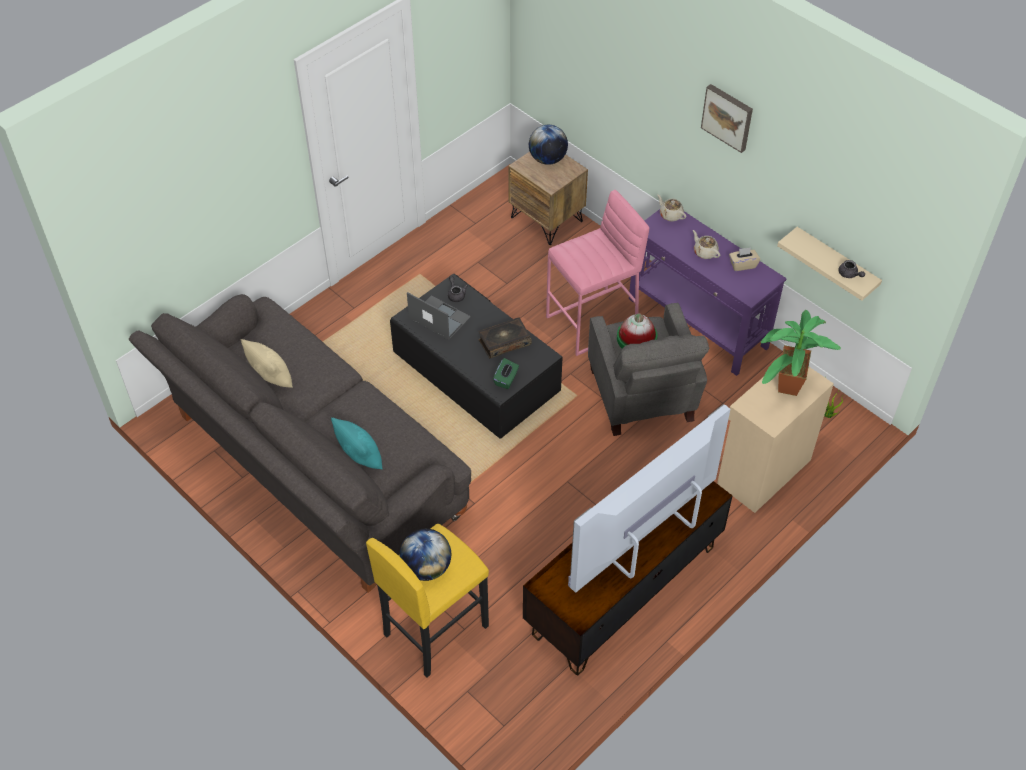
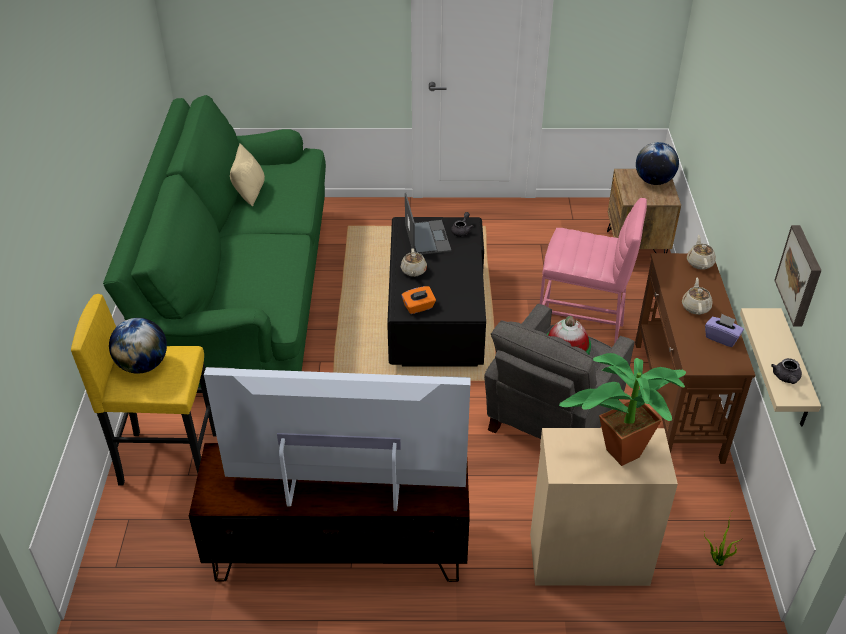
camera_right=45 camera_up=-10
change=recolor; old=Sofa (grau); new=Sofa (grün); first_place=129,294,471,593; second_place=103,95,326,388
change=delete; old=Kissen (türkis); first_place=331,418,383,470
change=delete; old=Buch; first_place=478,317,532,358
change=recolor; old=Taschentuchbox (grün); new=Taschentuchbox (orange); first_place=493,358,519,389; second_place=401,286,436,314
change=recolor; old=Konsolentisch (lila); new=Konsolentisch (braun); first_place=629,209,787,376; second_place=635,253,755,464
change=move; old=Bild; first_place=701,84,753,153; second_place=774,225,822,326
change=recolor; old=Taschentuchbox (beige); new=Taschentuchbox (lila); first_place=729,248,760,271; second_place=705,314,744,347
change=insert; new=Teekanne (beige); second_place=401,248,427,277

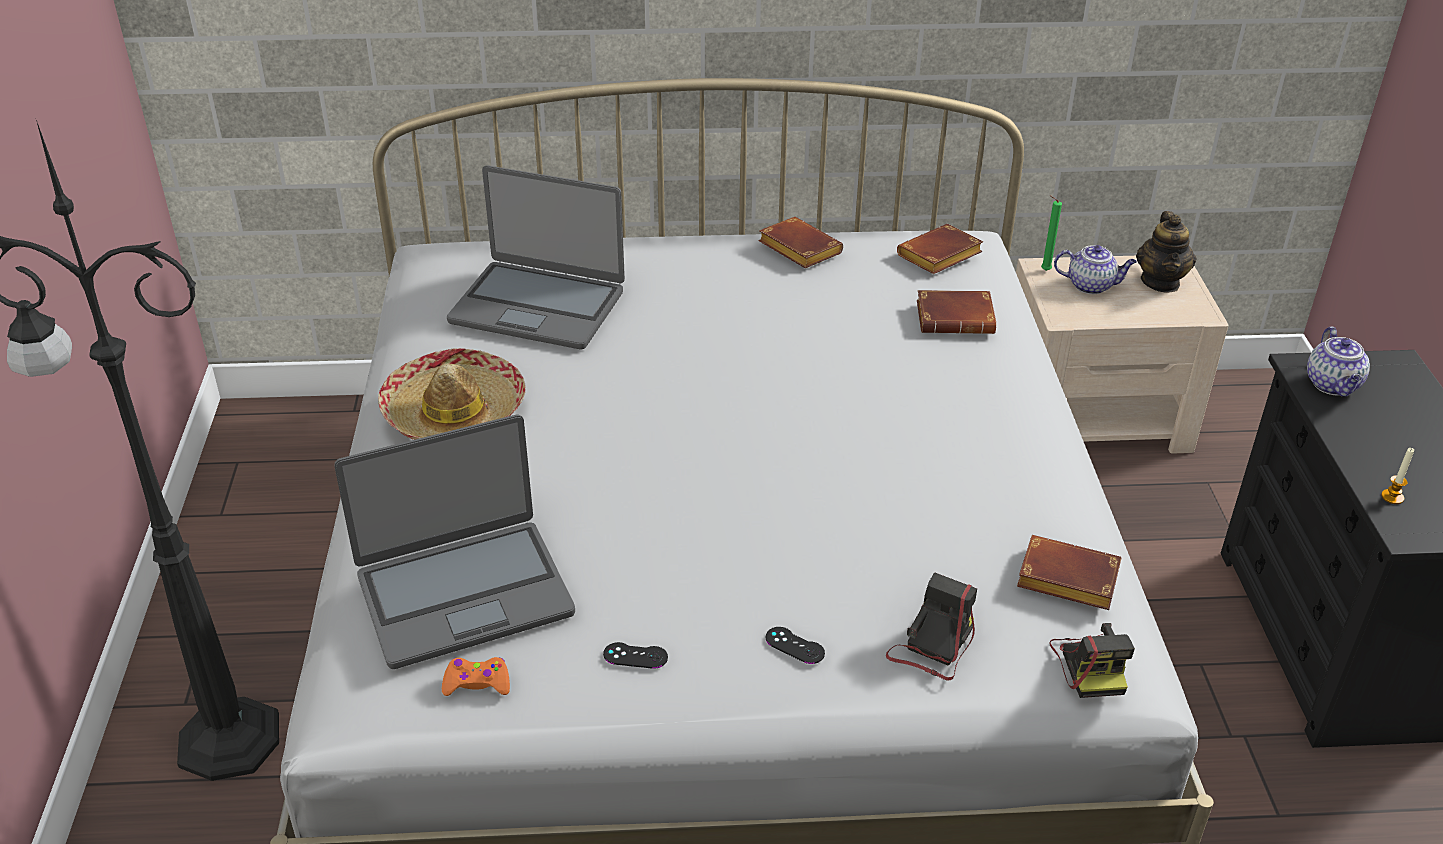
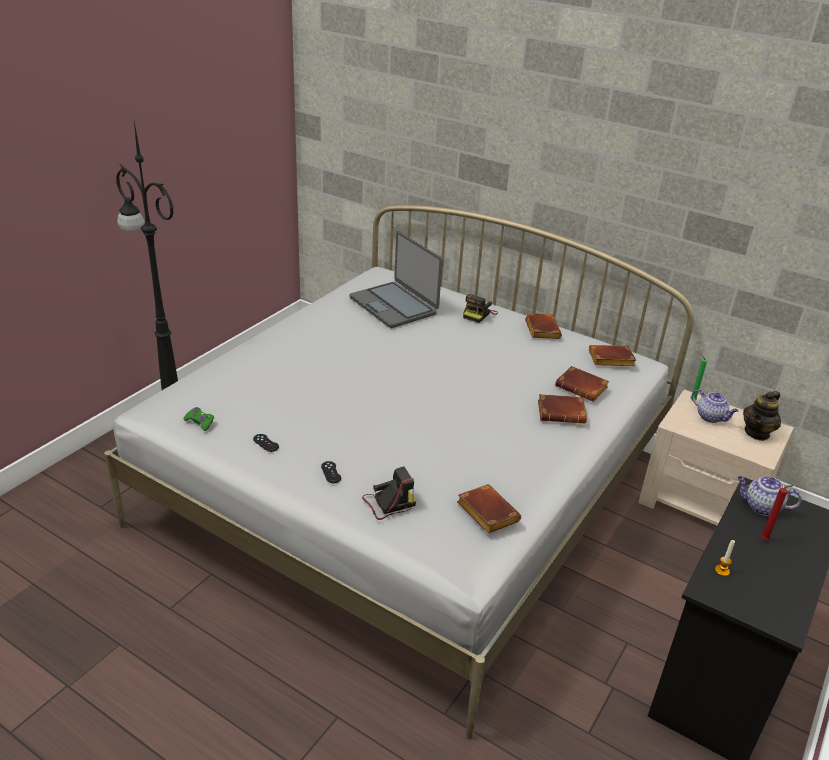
camera_right=35 camera_up=-5
change=delete; old=Laptop; first_place=334,415,575,669
change=delete; old=Hut; first_place=378,348,526,440
change=recolor; old=Gamepad (orange); new=Gamepad (grün); first_place=442,657,510,696; second_place=183,407,214,431
change=move; old=Kamera; first_place=1049,623,1135,698; second_place=463,294,498,323
change=rotate; old=Teekanne; first_place=1307,327,1370,397; second_place=737,476,802,516; degrees=75
change=insert; new=Buch (braun); second_place=538,394,587,423
change=insert; new=Kerze (rot); second_place=761,485,794,540

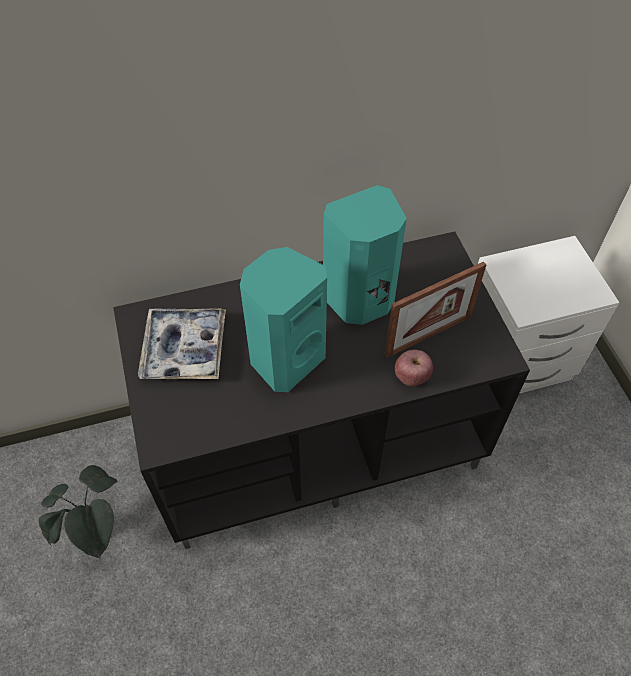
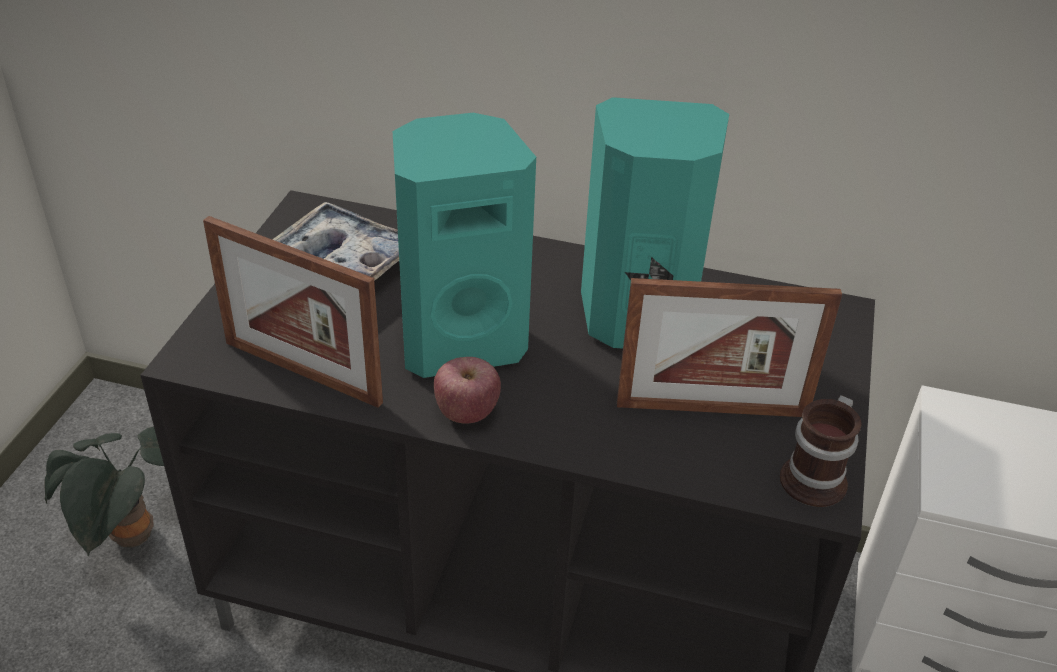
camera_right=30 camera_up=-15
change=move; old=Apfel; first_place=394,349,433,386; second_place=434,357,501,424
change=insert; new=Bilderrahmen; second_place=203,216,383,408
change=insert; new=Henkelbecher; second_place=780,395,861,507

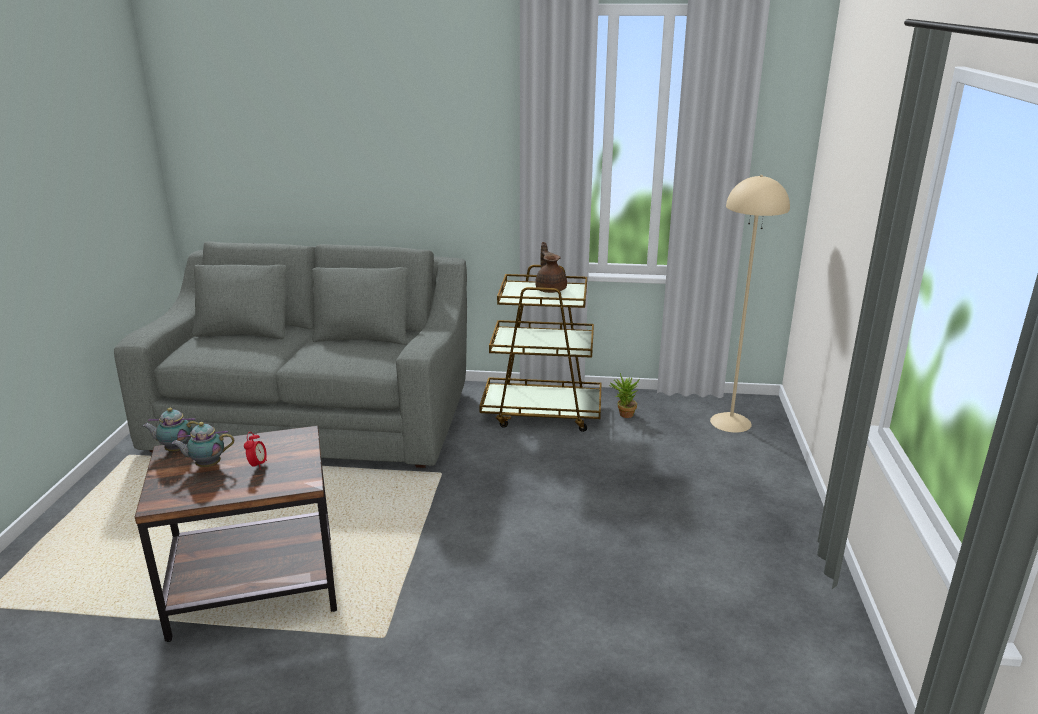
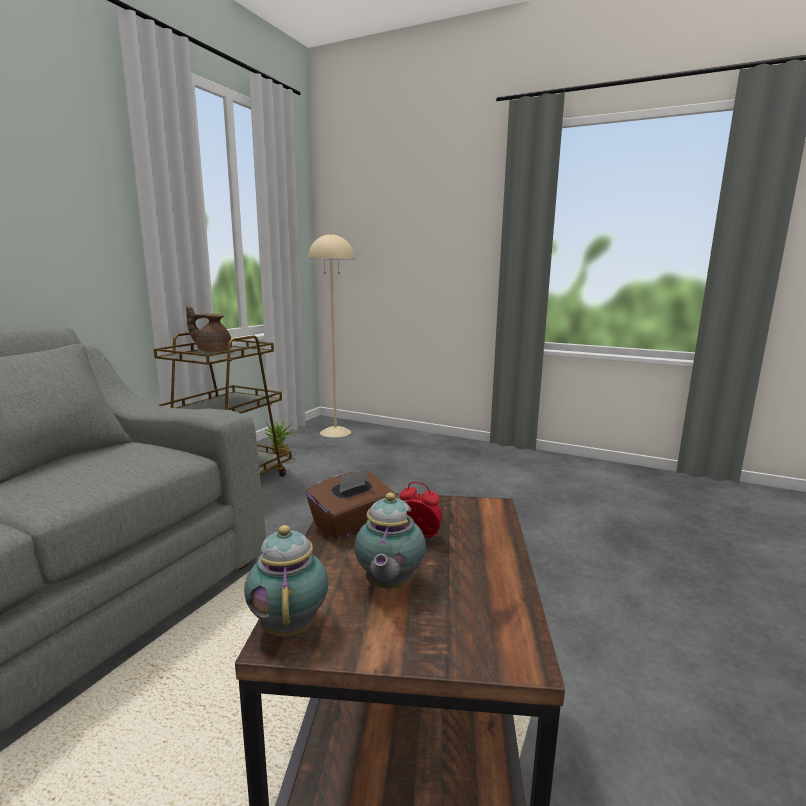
camera_right=-70 camera_up=-10
change=rotate; old=Teekanne; first_place=143,408,198,451; second_place=244,525,328,636; degrees=150
change=insert; new=Taschentuchbox (braun); second_place=306,468,394,540

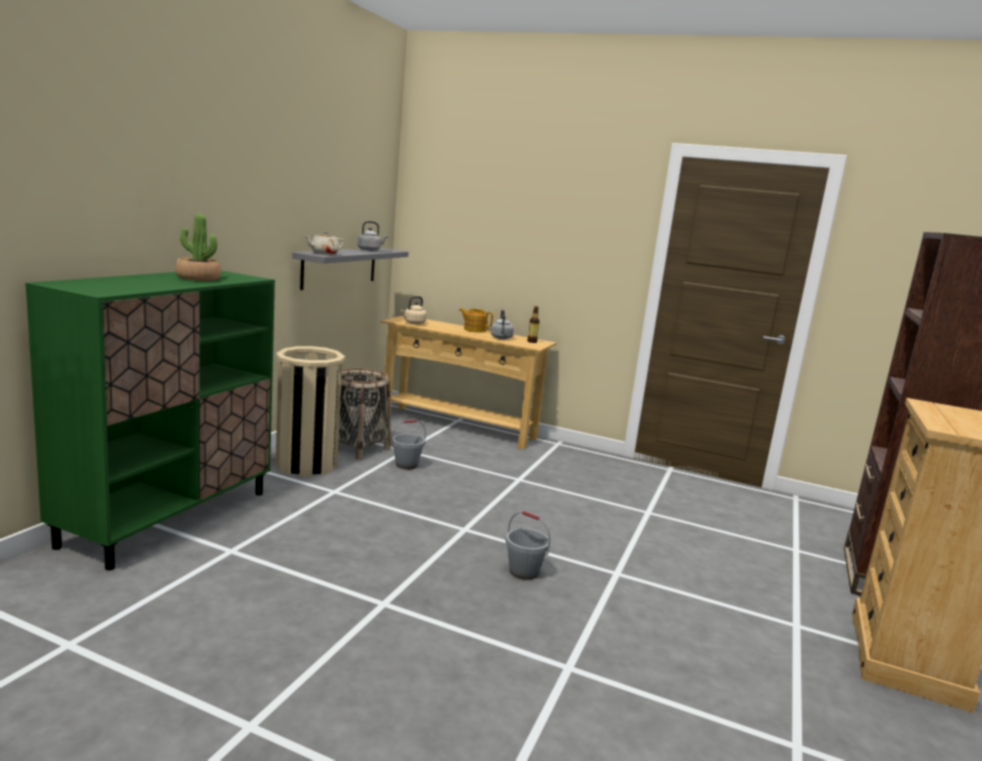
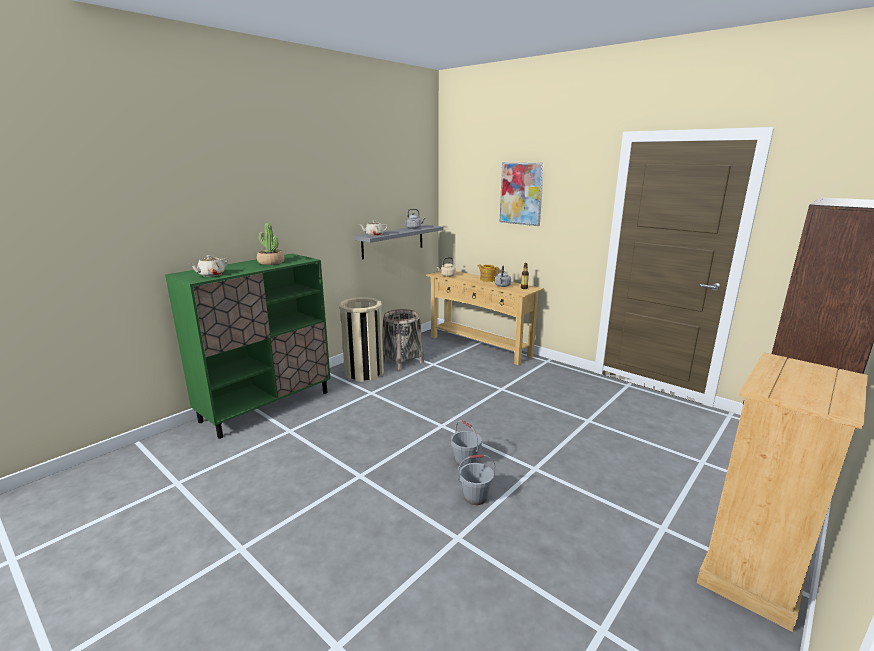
camera_right=20 camera_up=5
change=move; old=Eimer (grau); first_place=391,420,426,469; second_place=458,454,495,505
change=insert; new=Teekanne (beige); second_place=188,255,228,277
change=insert; new=Bild; second_place=500,162,544,226

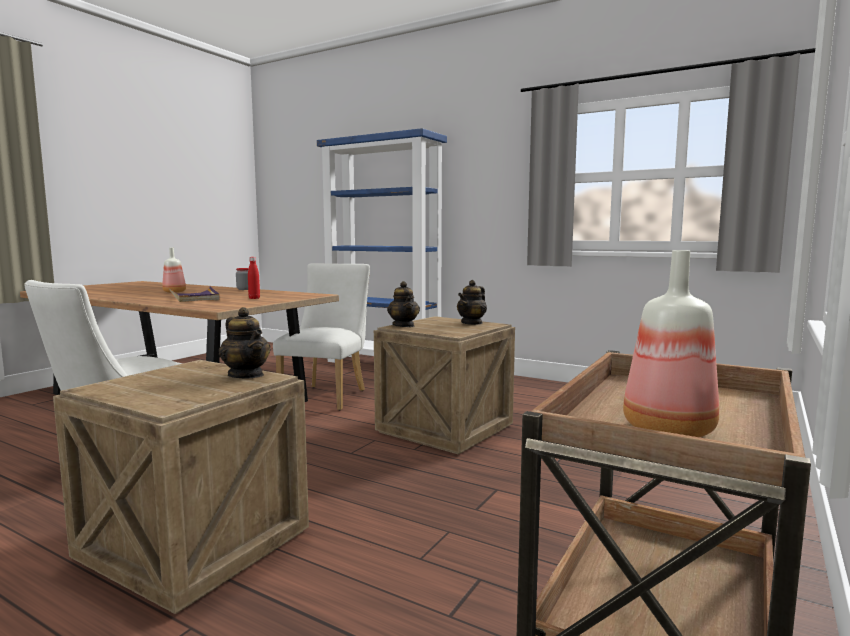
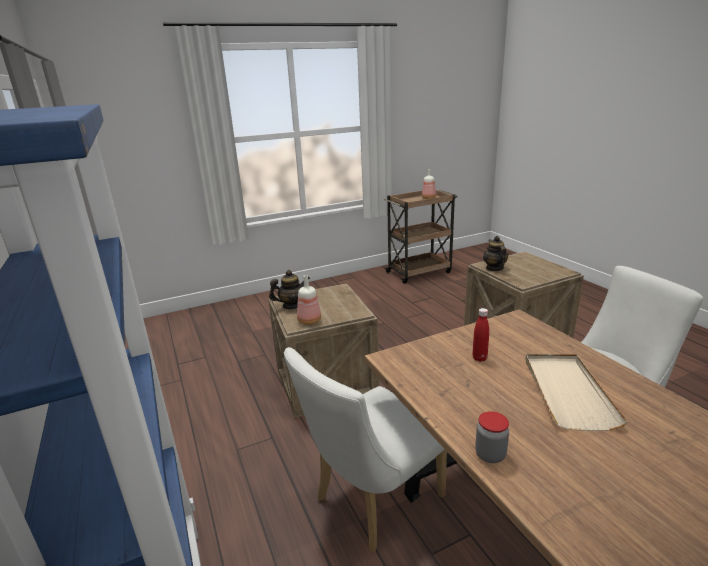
camera_right=-145 camera_up=15
change=move; old=Flasche; first_place=162,248,186,293; second_place=297,275,321,325
change=recolor; old=Tablett (lila); new=Tablett (beige); first_place=169,286,220,302; second_place=526,354,628,431
change=delete; old=Teekanne; first_place=387,281,420,327

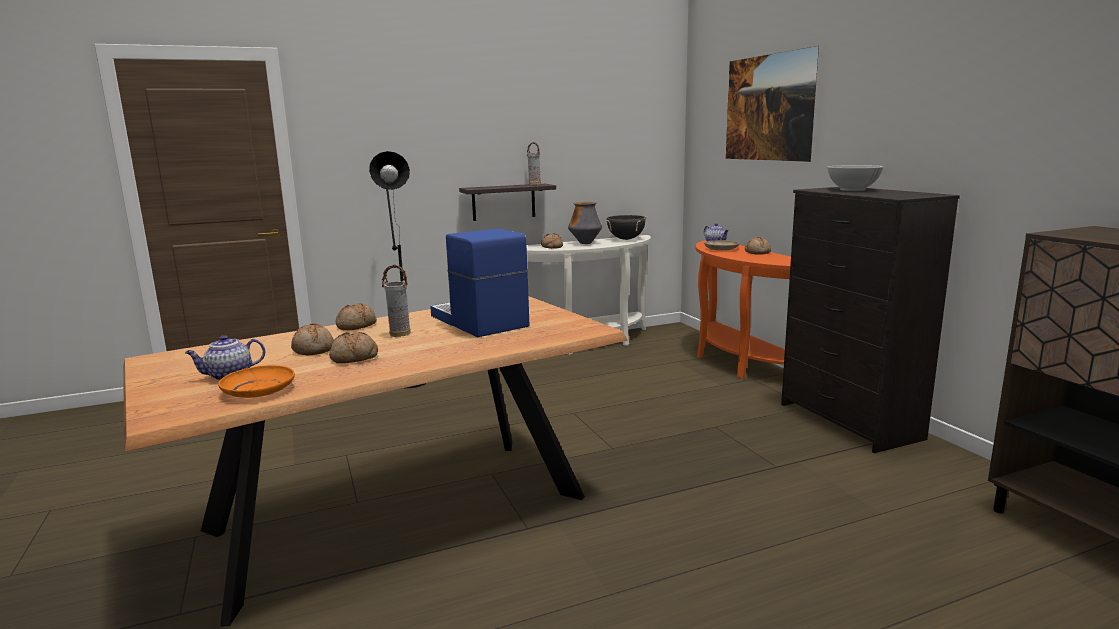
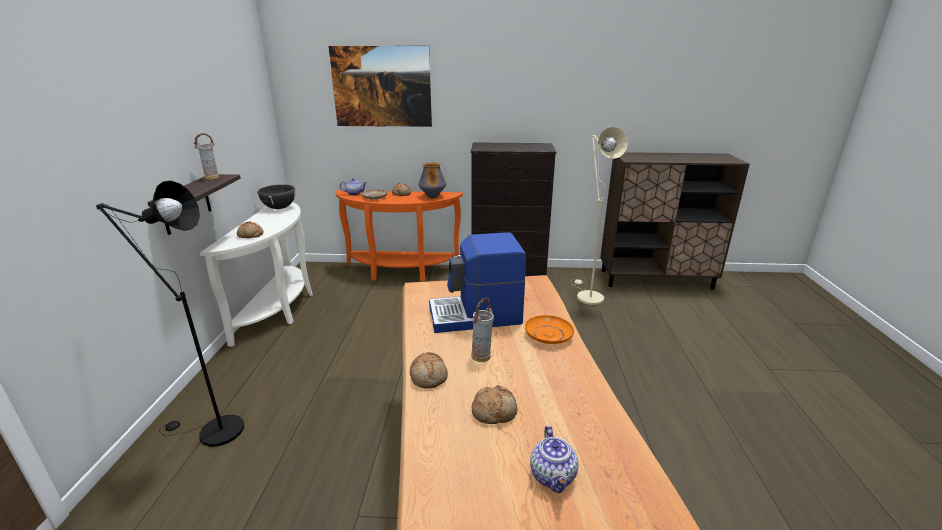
camera_right=-65 camera_up=10
change=move; old=Teller (orange); first_place=218,365,295,398; second_place=525,315,574,344
change=delete; old=Brot; first_place=329,332,378,363
change=move; old=Vase; first_place=568,202,602,244; second_place=418,162,446,198
change=delete; old=Schüssel (weiß); first_place=827,165,883,191
change=insert; new=Stehlampe (beige); second_place=571,127,628,305

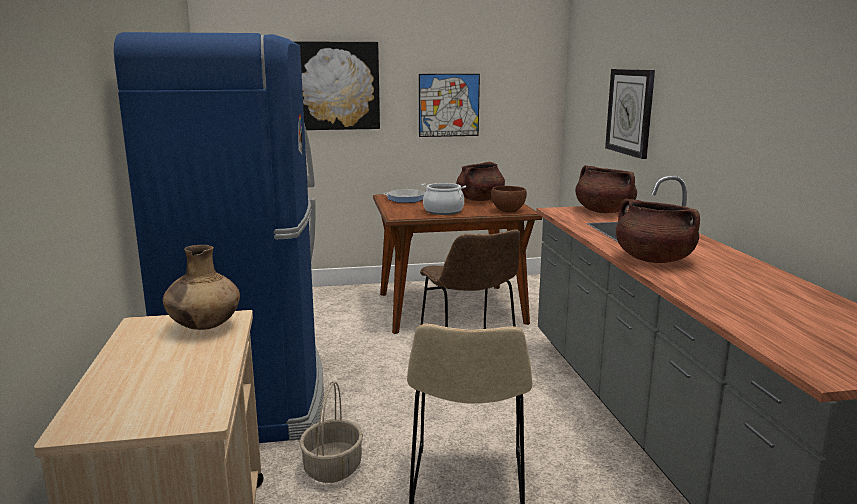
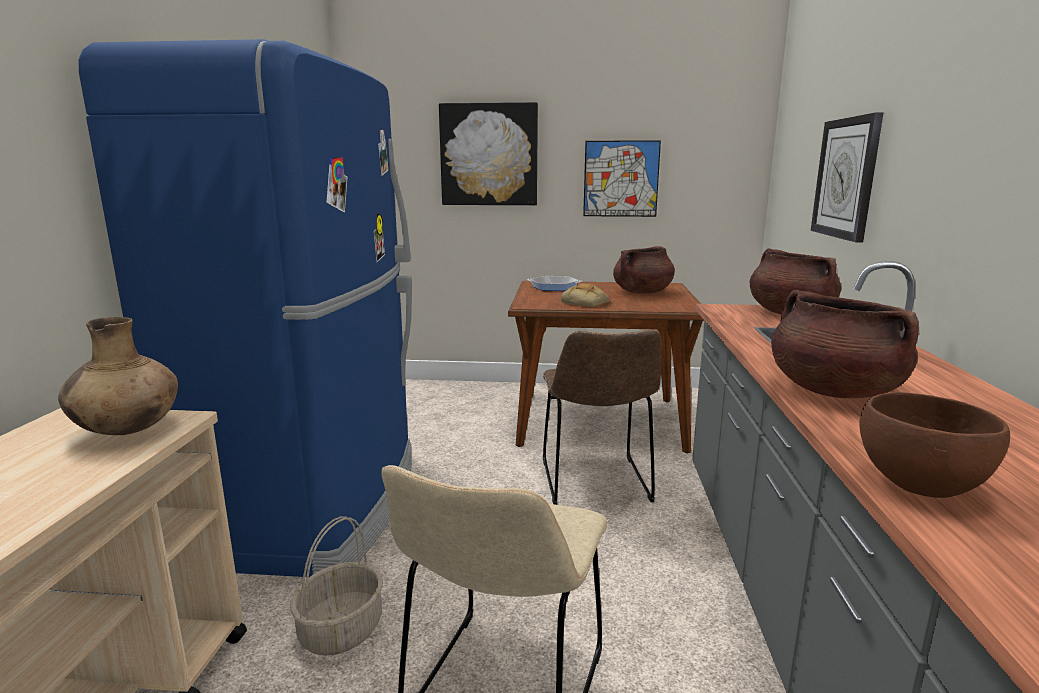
camera_right=15 camera_up=0
change=replace; old=Kochtopf; new=Brot; first_place=422,183,466,215; second_place=561,283,610,307
change=move; old=Schüssel (braun); first_place=491,186,527,212; second_place=859,392,1010,498

